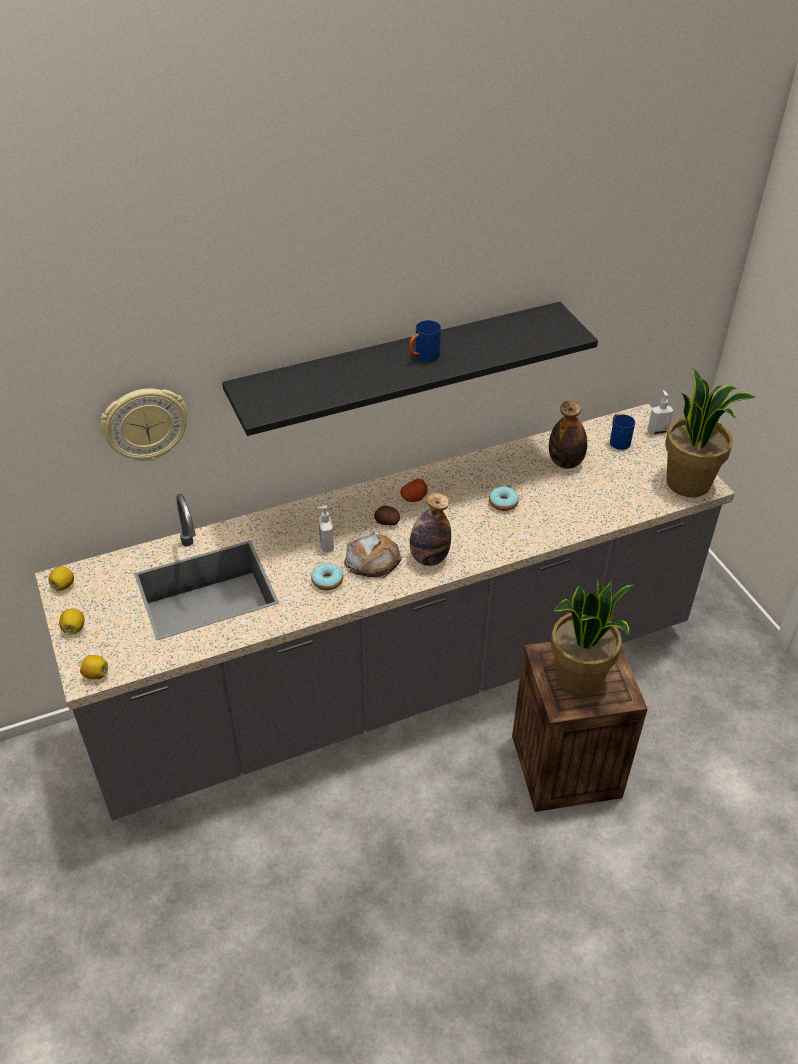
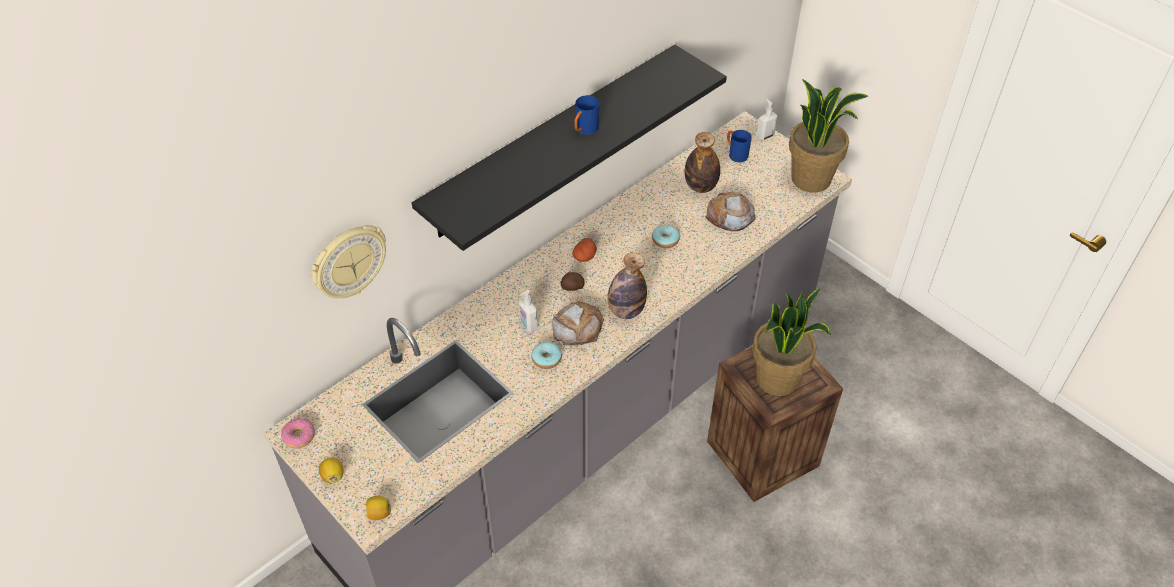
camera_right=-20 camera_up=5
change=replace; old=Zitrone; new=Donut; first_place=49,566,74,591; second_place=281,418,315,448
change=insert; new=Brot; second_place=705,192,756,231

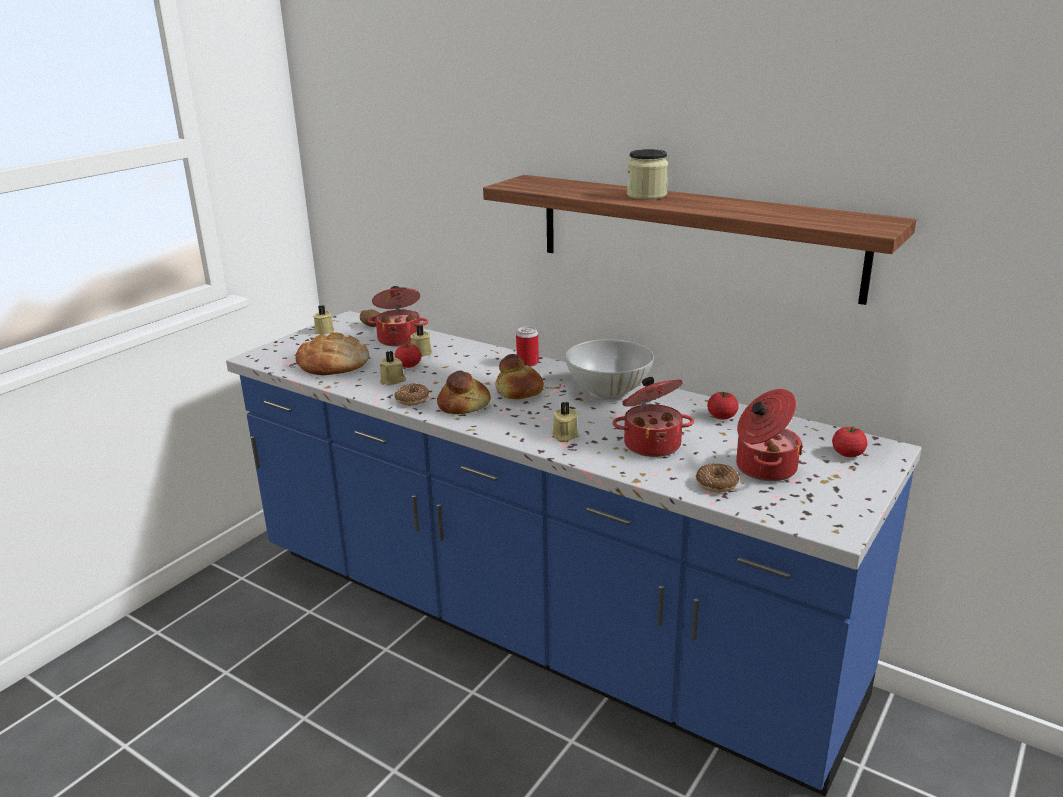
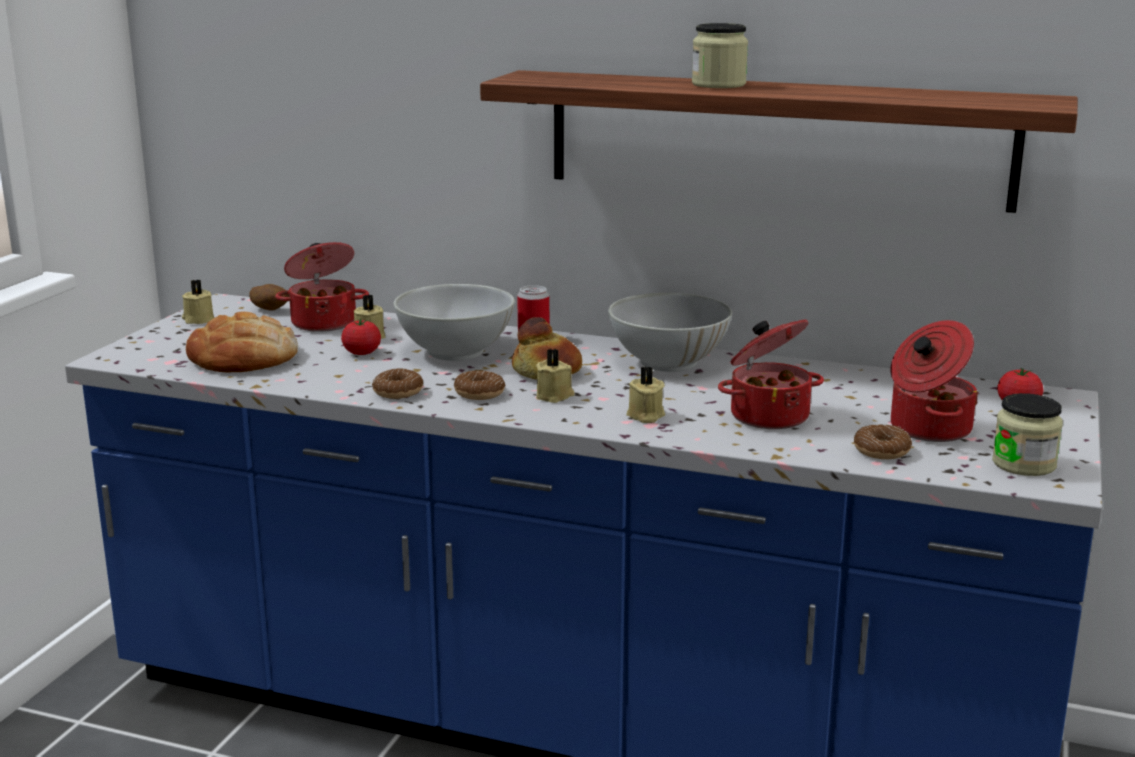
camera_right=-15 camera_up=-5
change=move; old=Kerze (beige); first_place=379,351,406,386; second_place=536,349,575,403
change=replace; old=Brot; new=Donut; first_place=437,370,491,414; second_place=454,371,505,400
change=delete; old=Tomate; first_place=707,391,739,420
change=insert; new=Schüssel (weiß); second_place=394,284,515,361
change=insert; new=Vorratsglas; second_place=992,393,1063,476

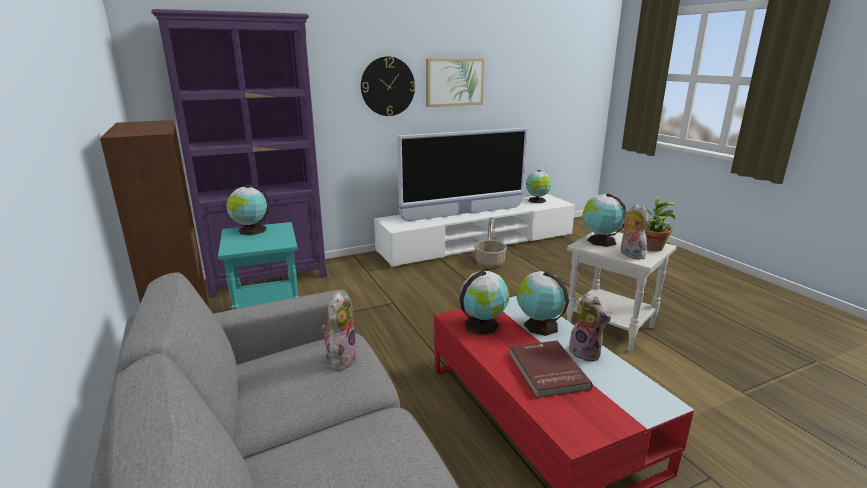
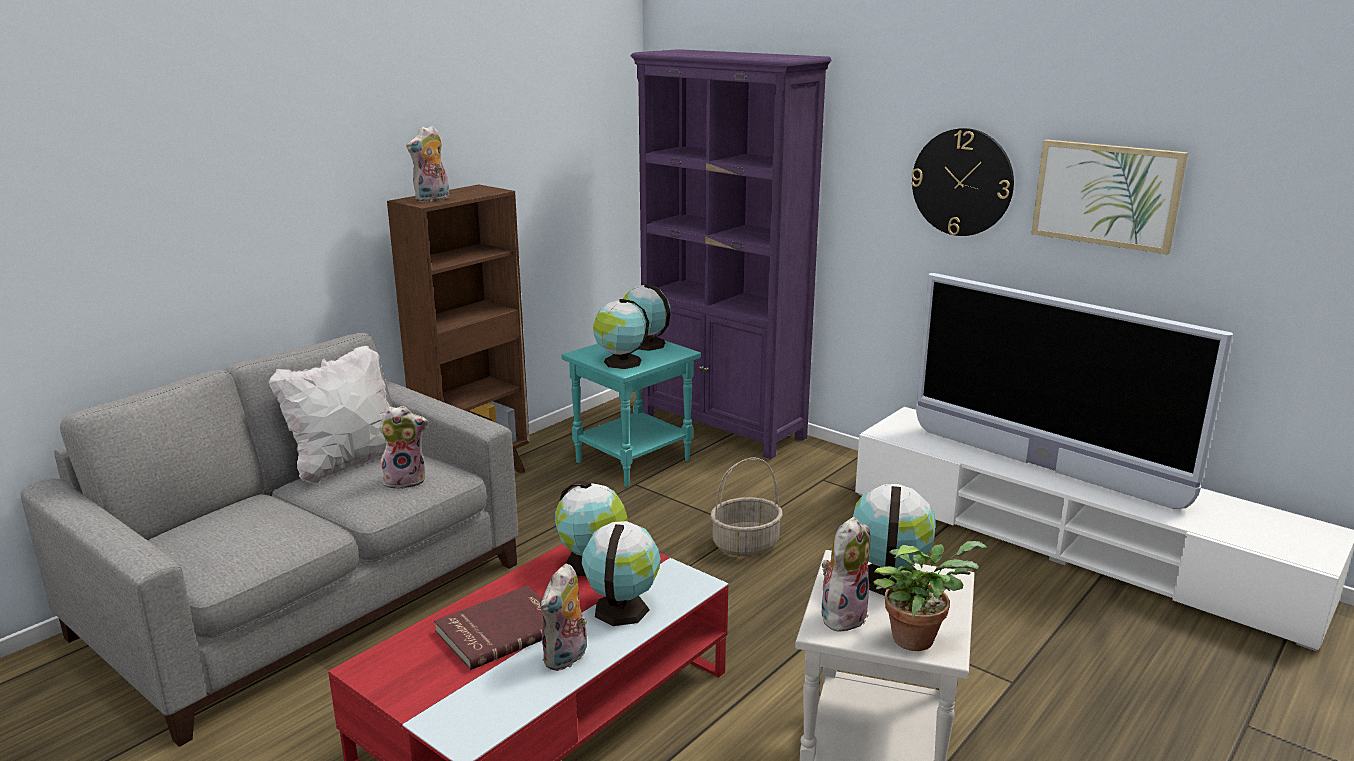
camera_right=65 camera_up=0
change=move; old=Korb; first_place=475,217,507,268; second_place=711,457,783,556
change=move; old=Globus; first_place=526,170,551,203; second_place=593,299,649,369
change=insert; new=Kissen (weiß); second_place=269,346,390,484
change=insert; new=Plüschtier; second_place=406,125,449,202

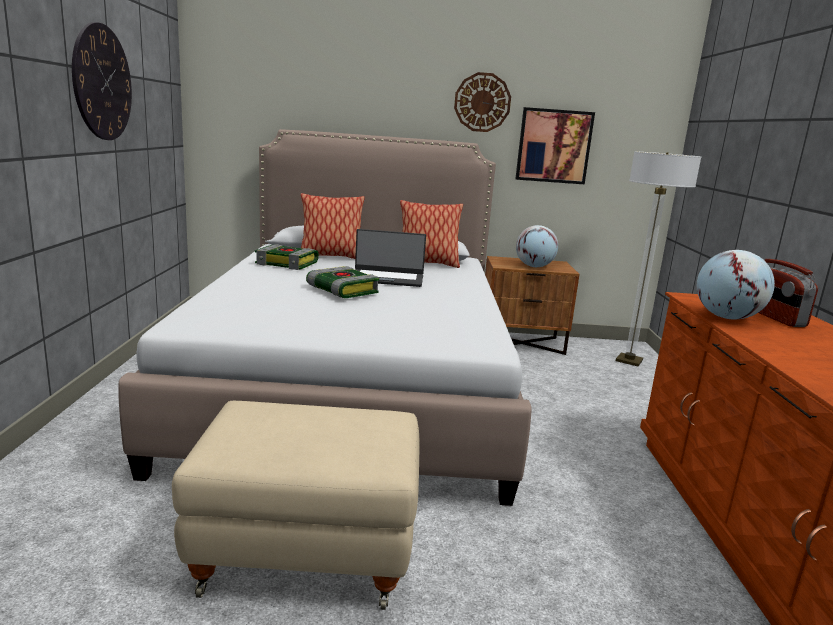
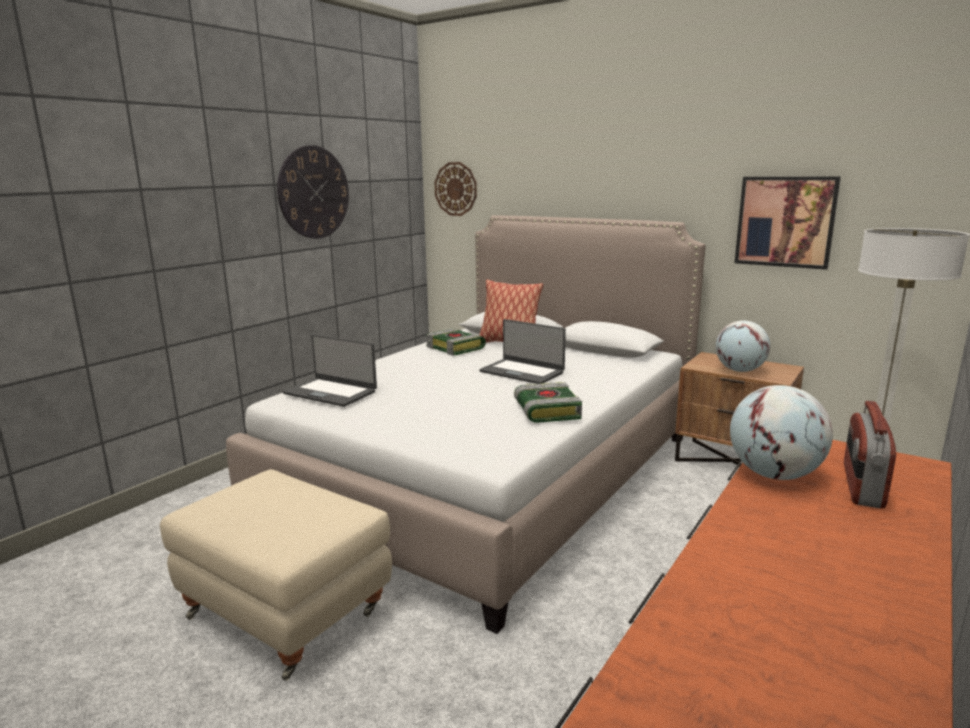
camera_right=35 camera_up=0
change=move; old=Buch; first_place=306,266,379,298; second_place=514,382,582,423
change=delete; old=Kissen; first_place=400,200,463,268
change=move; old=Wanduhr; first_place=454,72,511,132; second_place=434,162,477,216
change=insert; new=Laptop; second_place=283,335,377,407

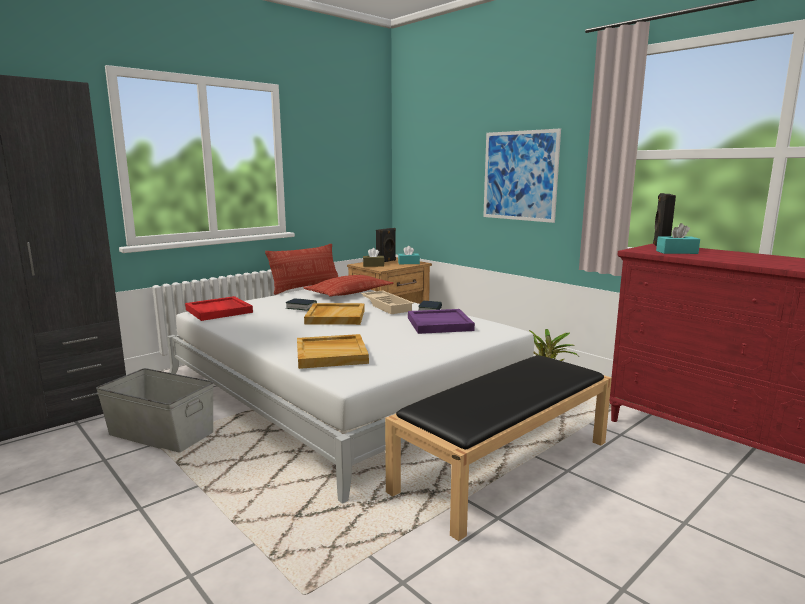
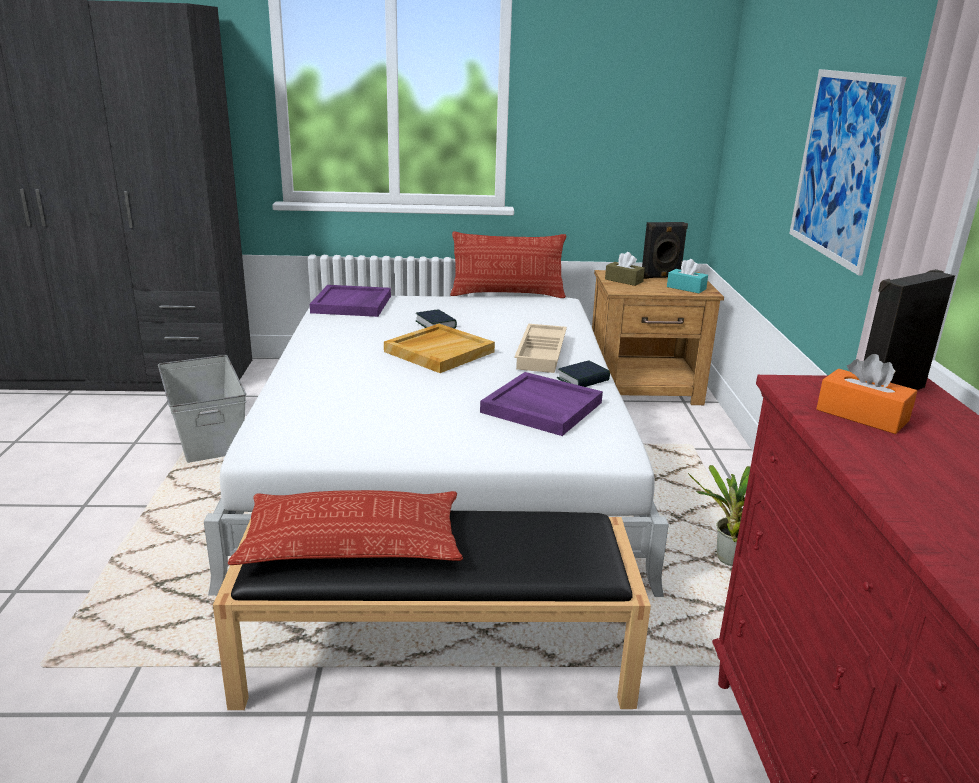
camera_right=40 camera_up=10
change=recolor; old=Tablett (rot); new=Tablett (lila); first_place=185,296,253,321; second_place=310,285,391,317
change=delete; old=Tablett (beige); first_place=297,334,369,369
change=move; old=Kissen; first_place=303,275,394,297; second_place=228,490,463,565
change=recolor; old=Taschentuchbox (türkis); new=Taschentuchbox (orange); first_place=656,223,700,254; second_place=816,354,917,434

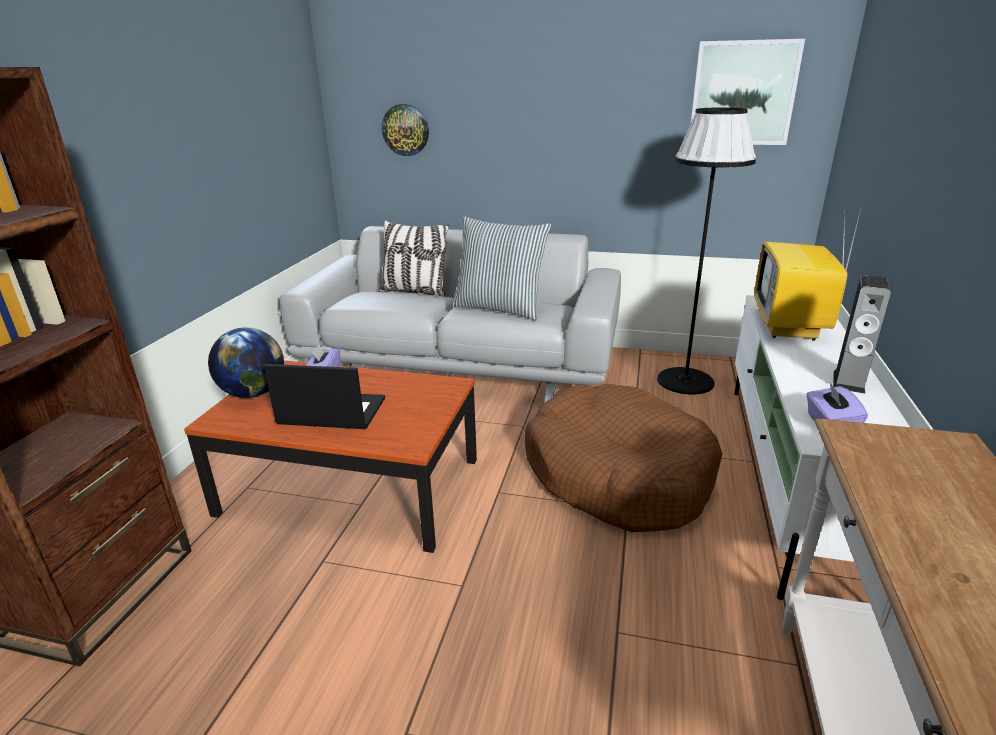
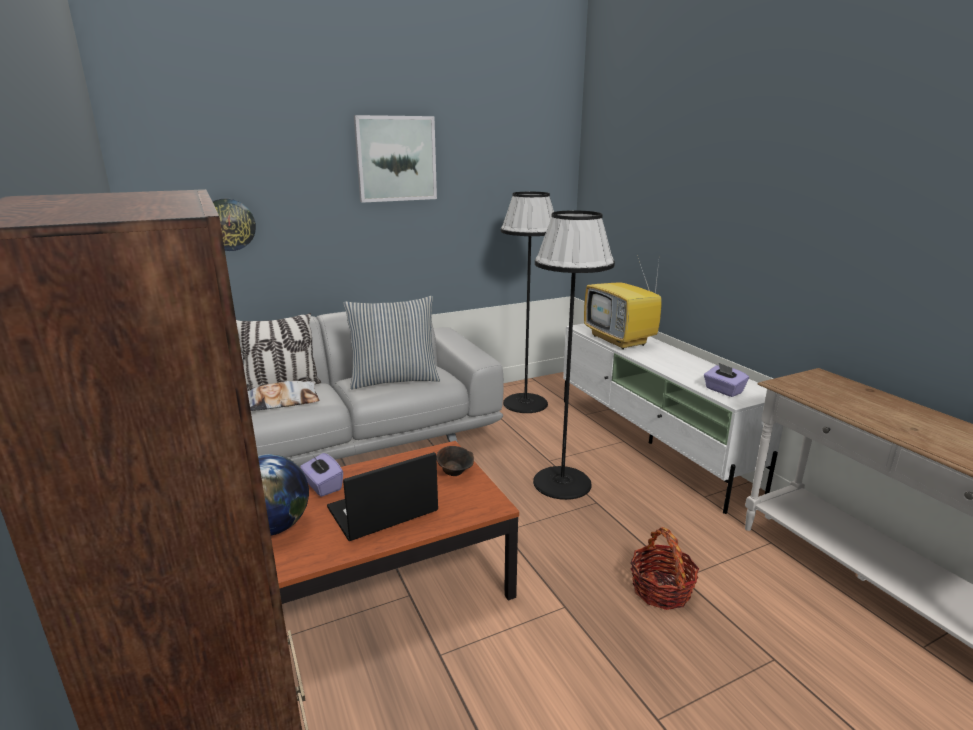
camera_right=-40 camera_up=-5
change=replace; old=Hundebett (braun); new=Stehlampe (schwarz); first_place=525,384,723,532; second_place=533,210,615,500
change=move; old=Bild; first_place=691,39,805,145; second_place=354,115,437,203
change=delete; old=Lautsprecher; first_place=833,275,891,394
change=insert; new=Kissen; second_place=248,381,319,411
change=insert; new=Schüssel (braun); second_place=436,446,474,476
change=insert; new=Korb; second_place=631,527,699,610

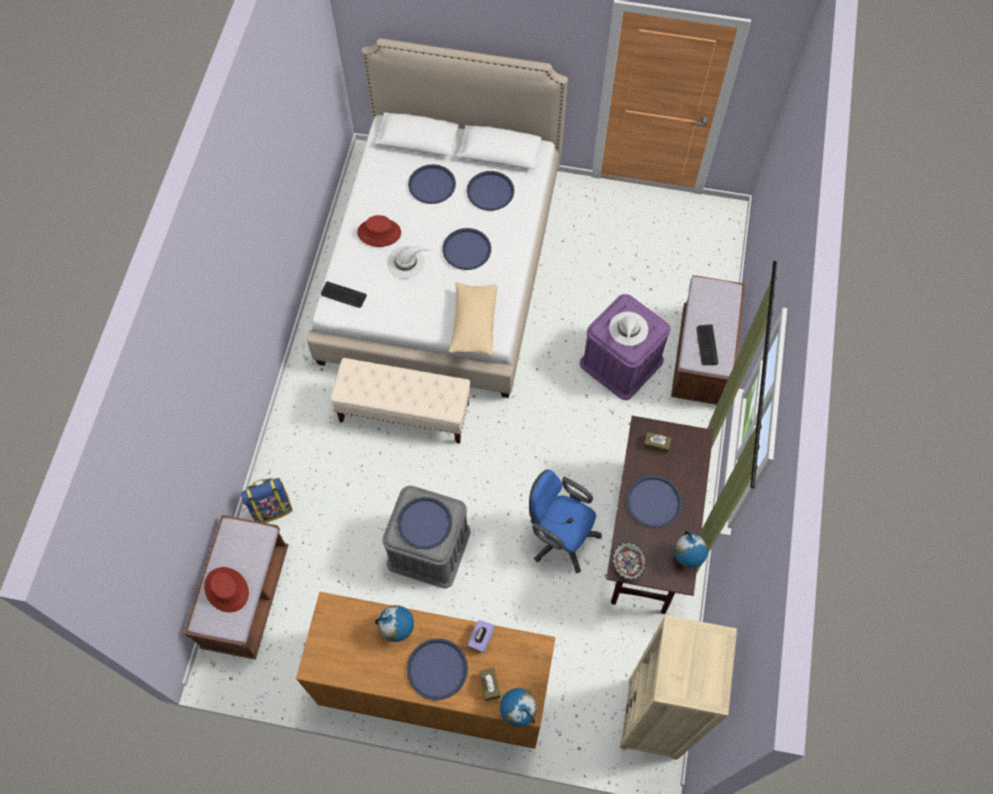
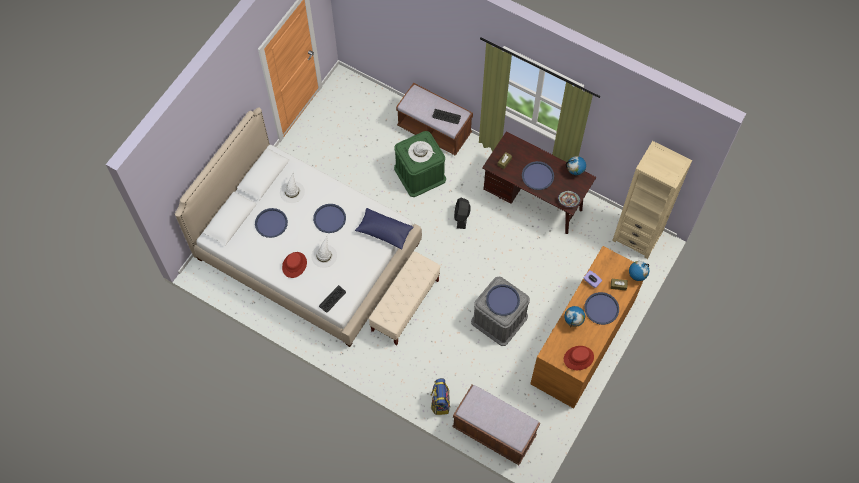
camera_right=-70 camera_up=0
change=move; old=Hut (rot); first_place=204,567,249,612; second_place=564,346,594,370
change=recolor; old=Kissen (beige); new=Kissen (blau); first_place=449,282,498,356; second_place=355,208,413,249
change=replace; old=Tablett (blau); new=Hut (weiß); first_place=467,171,514,211; second_place=280,171,305,203
change=delete; old=Bürostuhl (blau); first_place=529,470,602,573
change=recolor; old=Aufbewahrungsbox (lila); new=Aufbewahrungsbox (grün); first_place=580,294,671,400; second_place=394,131,446,197
change=insert; new=Ventilator (schwarz); second_place=454,197,471,229

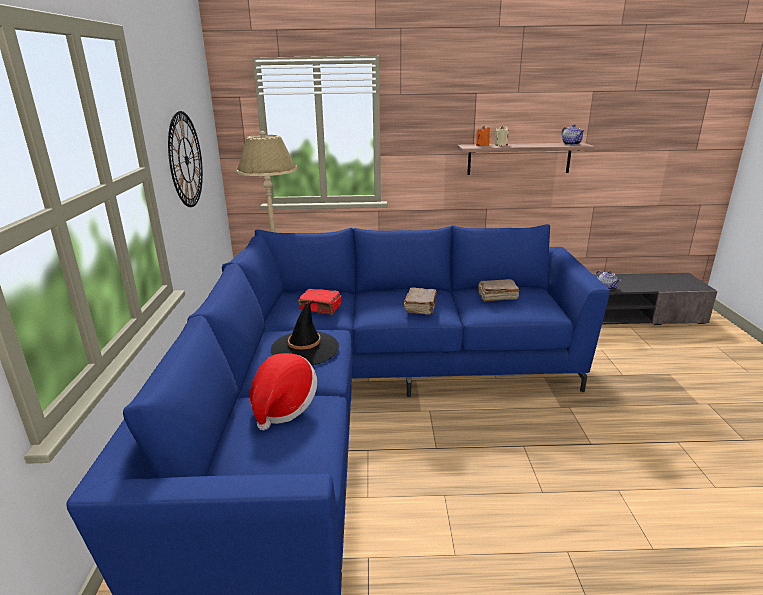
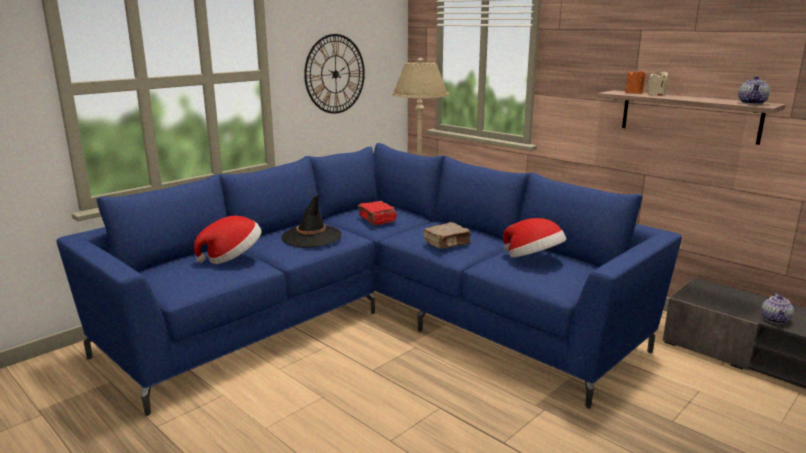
camera_right=45 camera_up=-5
change=replace; old=Buch (braun); new=Hut; first_place=478,279,519,302; second_place=503,218,566,258

